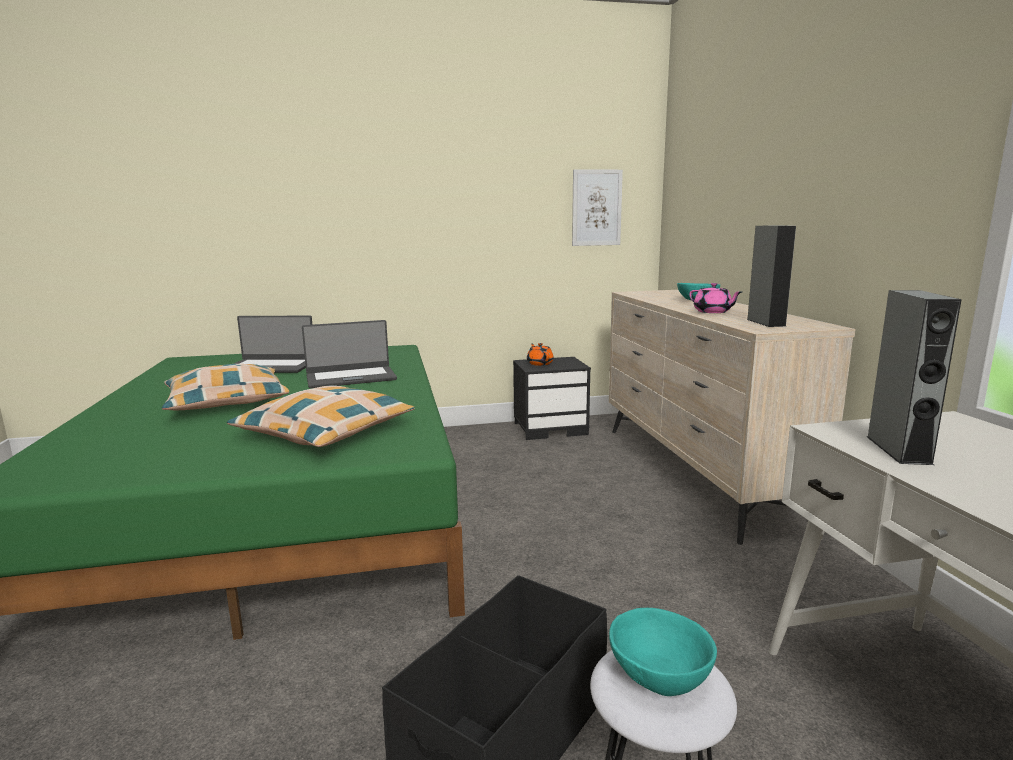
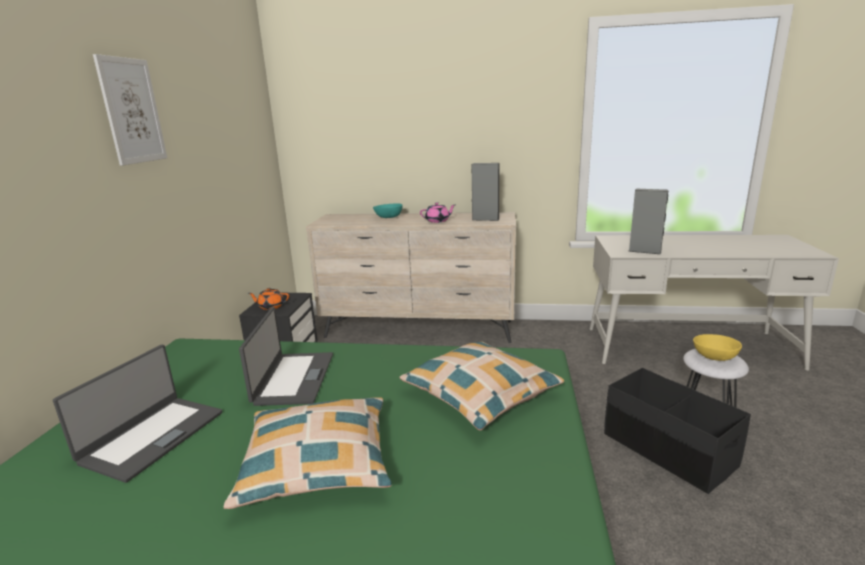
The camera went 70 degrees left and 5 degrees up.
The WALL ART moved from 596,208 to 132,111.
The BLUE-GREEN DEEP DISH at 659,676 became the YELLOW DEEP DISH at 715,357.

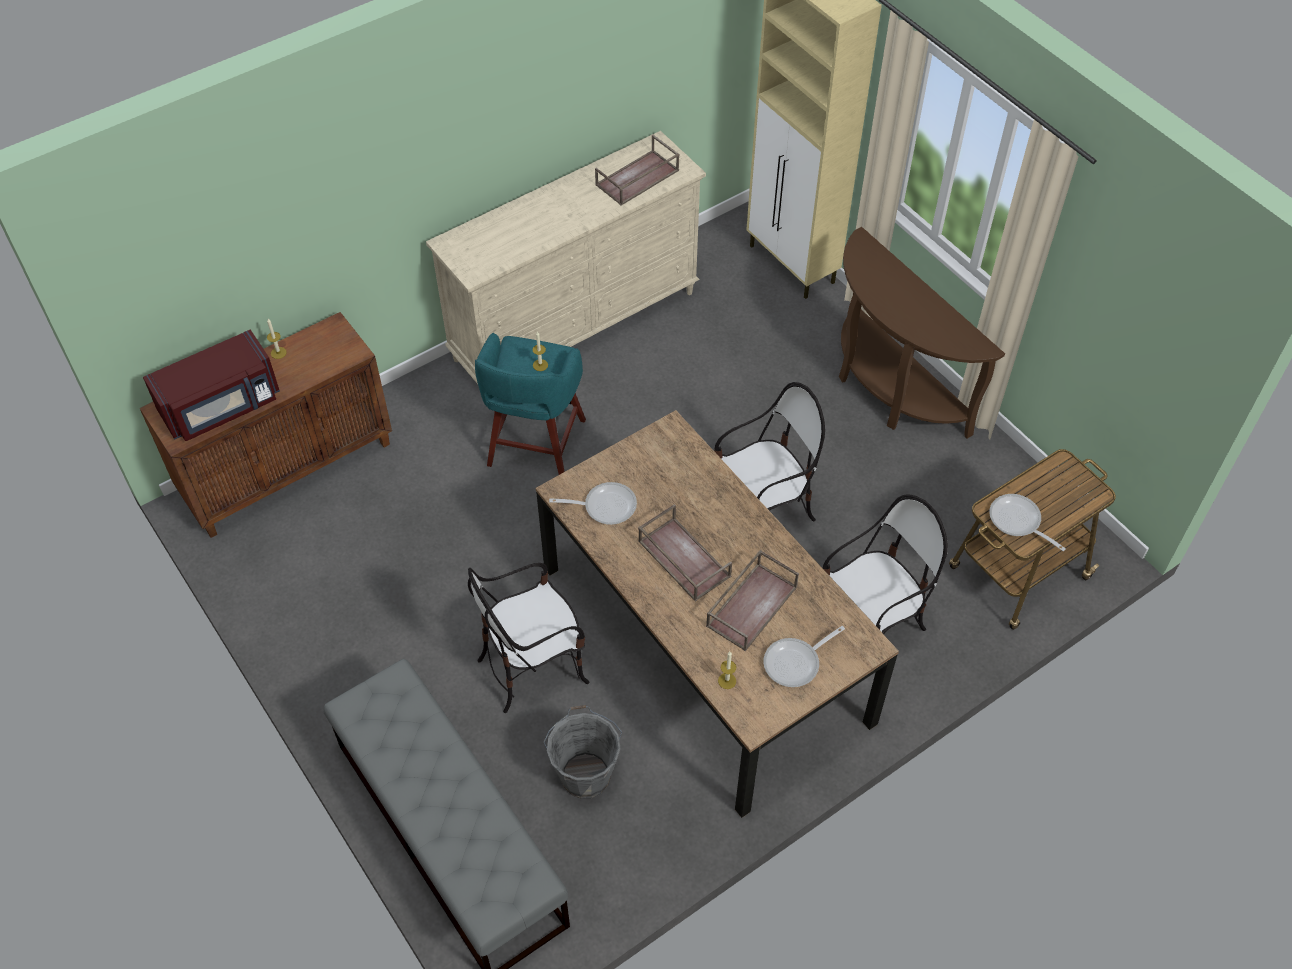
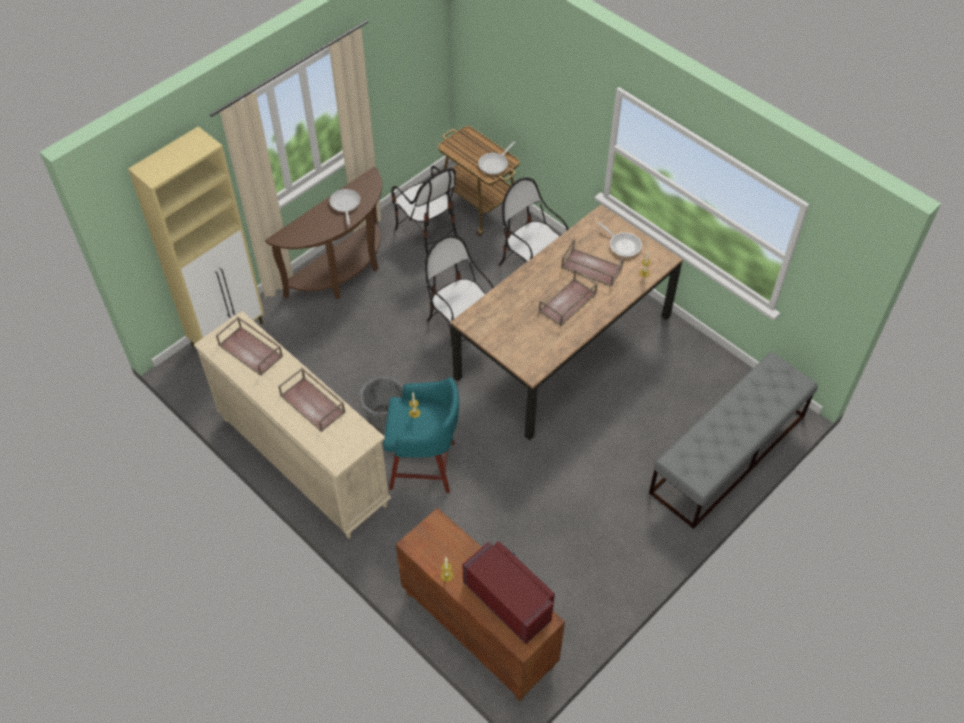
The camera went 100 degrees left and 0 degrees up.
The BROWN-COLOURED TRAY at 313,404 appeared.
The SKILLET moved from 605,506 to 345,205.
The GREYISH WATER BUCKET moved from 585,773 to 383,419.
The CHAIR moved from 533,666 to 427,233.

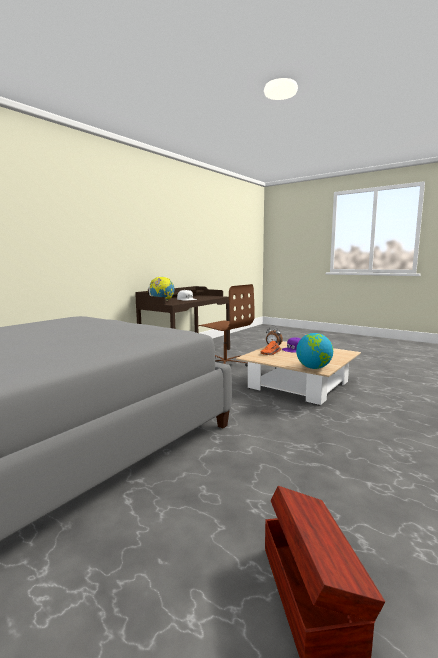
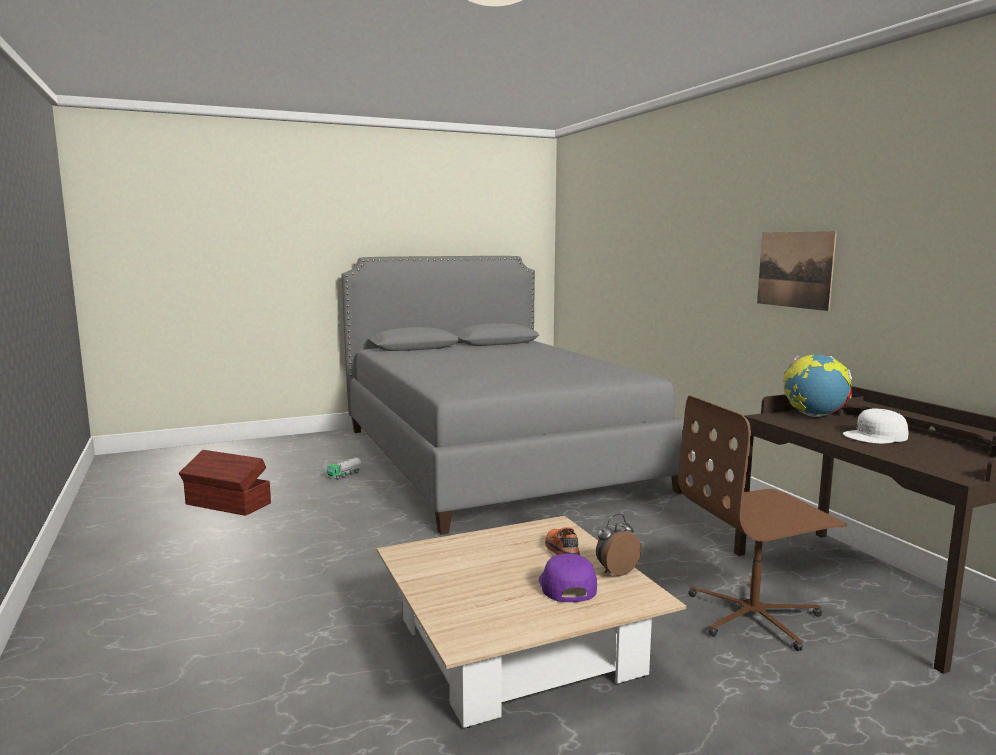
The camera went 120 degrees right and 0 degrees up.
The MODEL TRUCK at 344,475 appeared.
The WALL ART at 794,269 appeared.
The WORLD GLOBE at 314,368 disappeared.

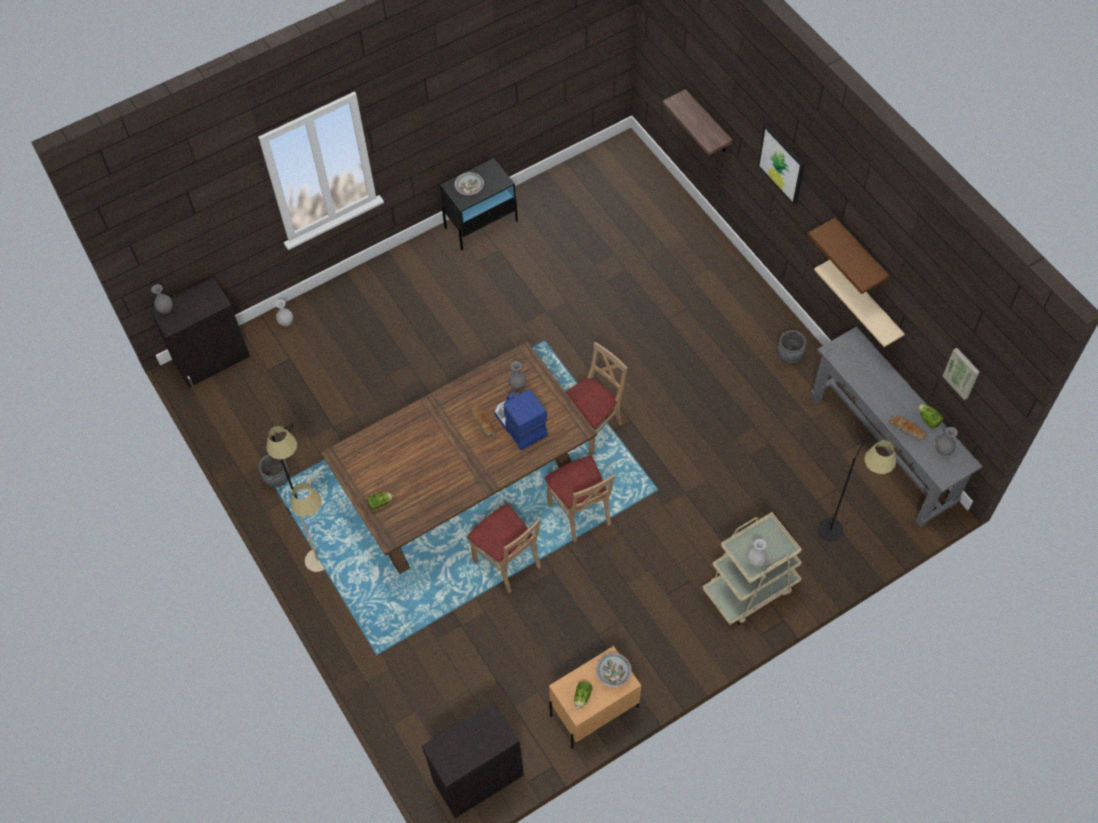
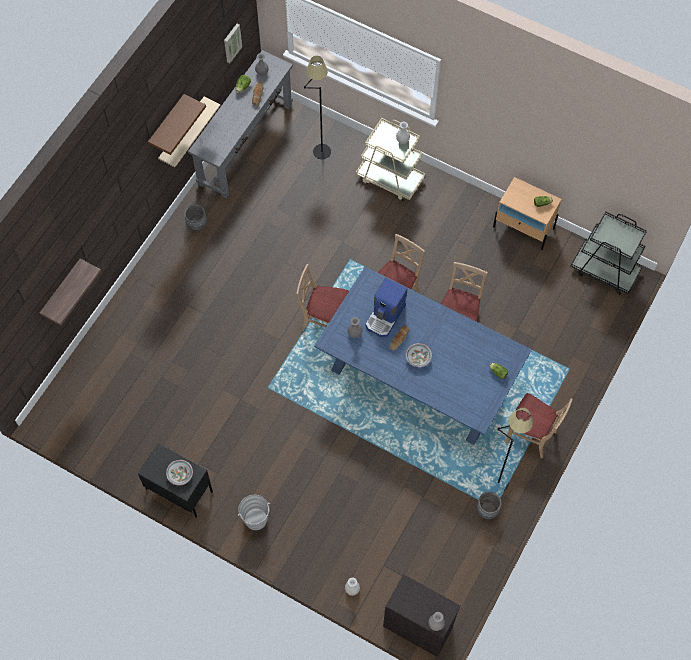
The camera went 120 degrees left and 5 degrees up.
The GREYISH WATER BUCKET at 256,520 appeared.
The BROWN-COLOURED DINNER TABLE at 465,489 became the BLUISH DINNER TABLE at 419,378.
The DEEP DISH moved from 613,673 to 418,358.
The BEIGE-COLOURED FLOOR LAMP at 326,567 was replaced by the BEIGE-COLOURED CHAIR at 531,435.
The BLACKISH CABINET at 477,777 was replaced by the BLACKISH TROLLEY at 605,270.
The WALL ART at 782,164 disappeared.

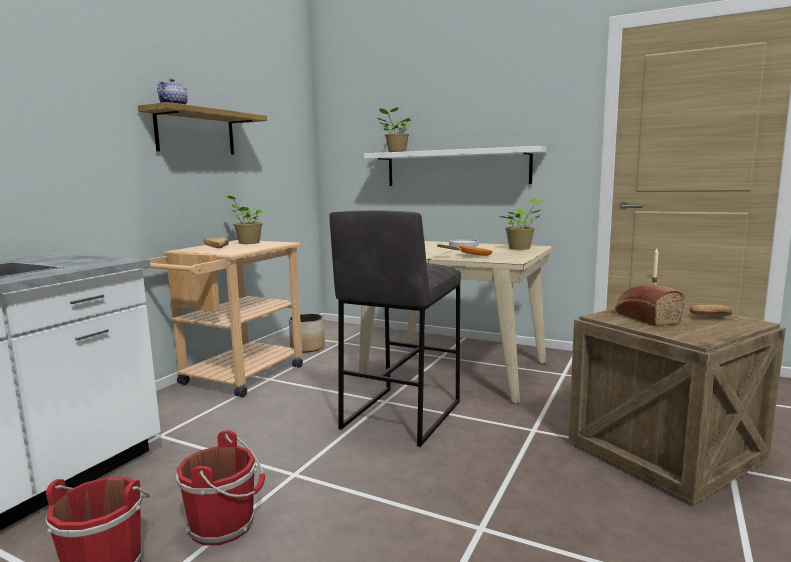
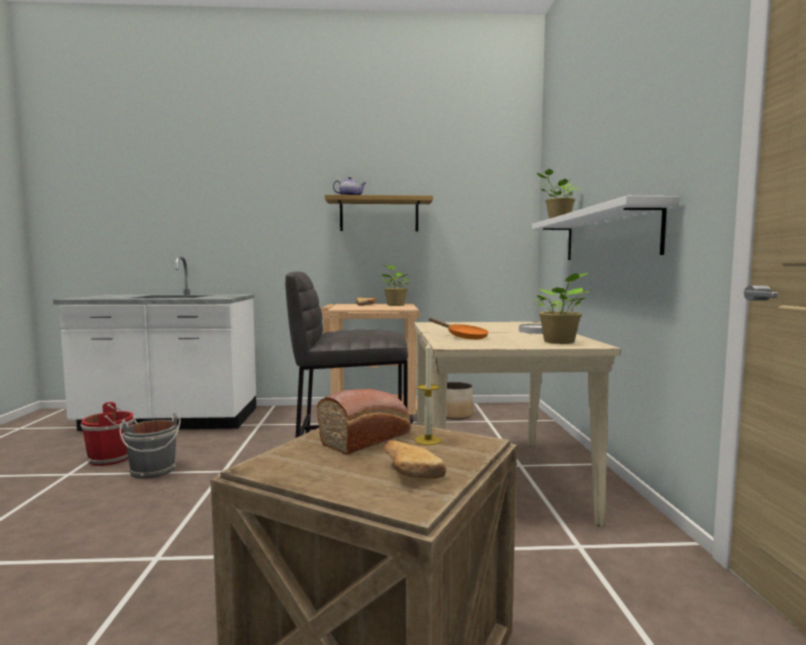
The camera went 60 degrees right and 5 degrees down.
The REDDISH WATER BUCKET at 225,525 became the GREYISH WATER BUCKET at 153,471.

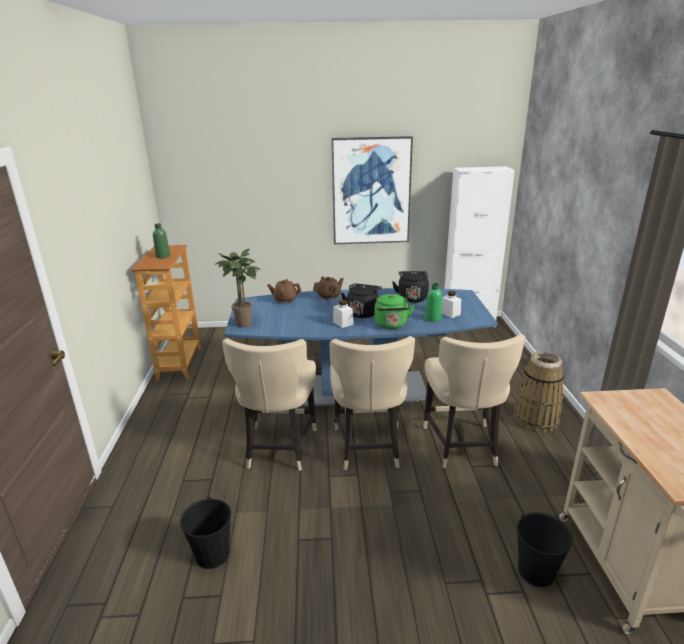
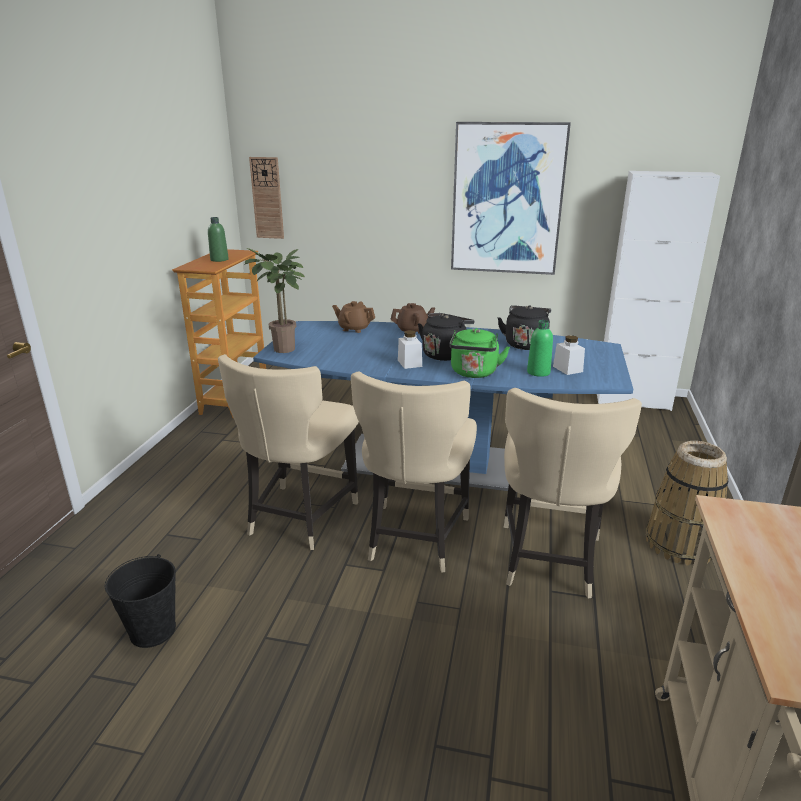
The camera went 15 degrees right and 0 degrees up.
The WALL CLOCK at 267,198 appeared.
The BLACKISH WATER BUCKET at 536,571 disappeared.

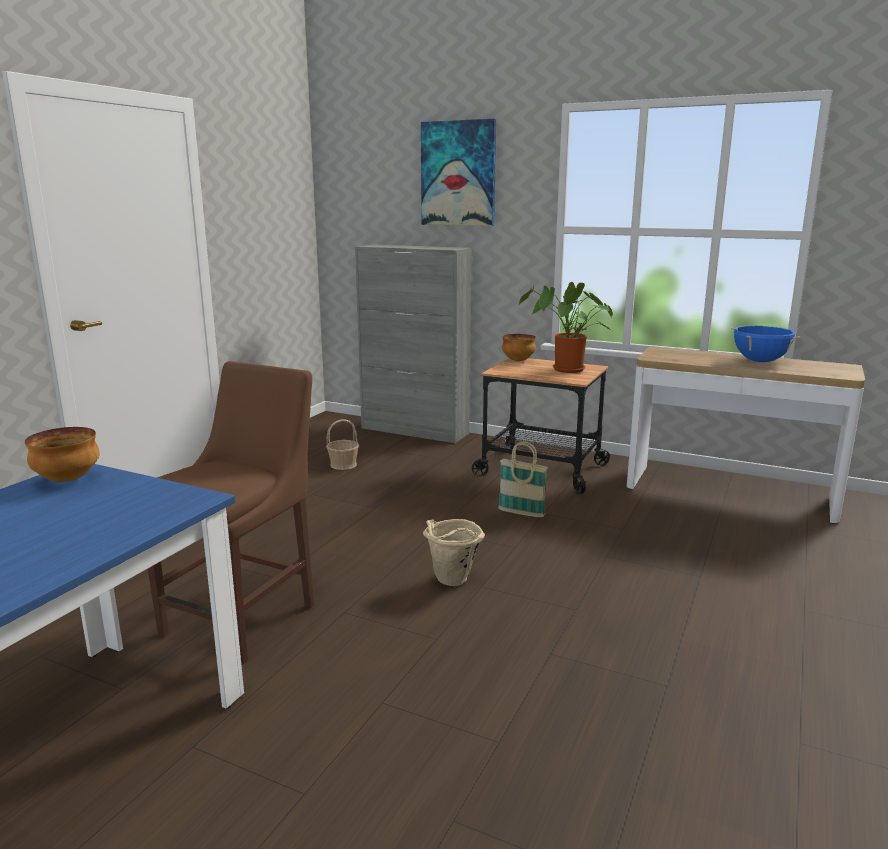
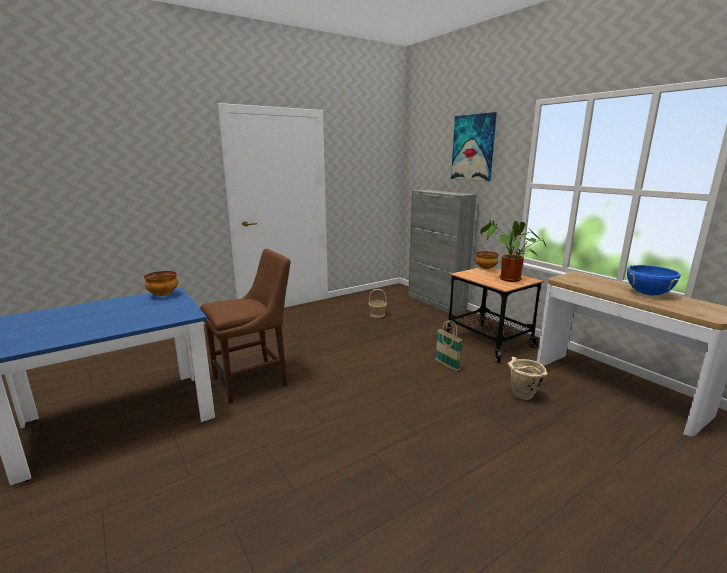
The camera went 30 degrees right and 0 degrees up.
The BEIGE-COLOURED WATER BUCKET moved from 451,582 to 522,397.

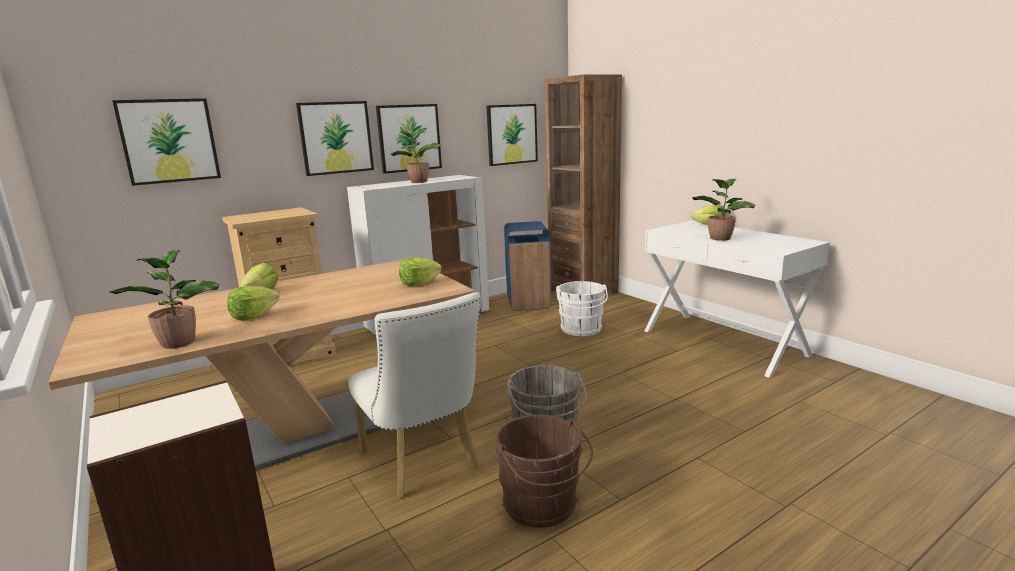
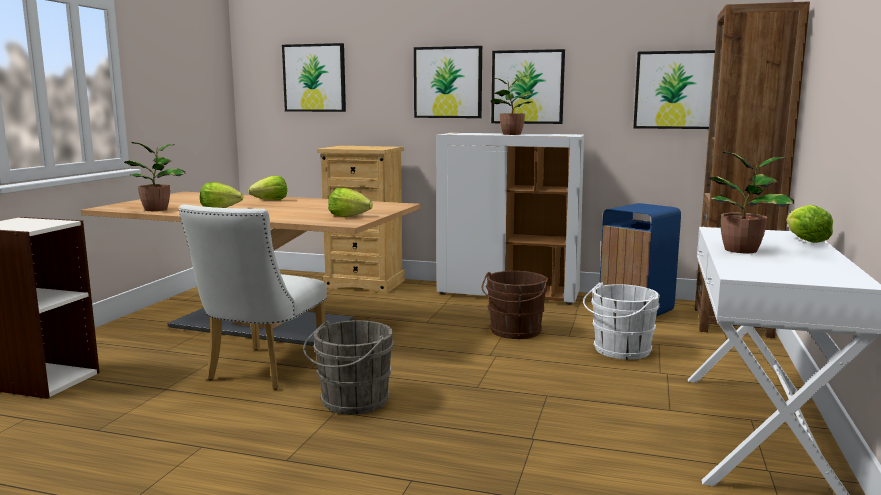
The camera went 50 degrees right and 5 degrees down.
The BROWN-COLOURED WATER BUCKET moved from 542,506 to 514,332.

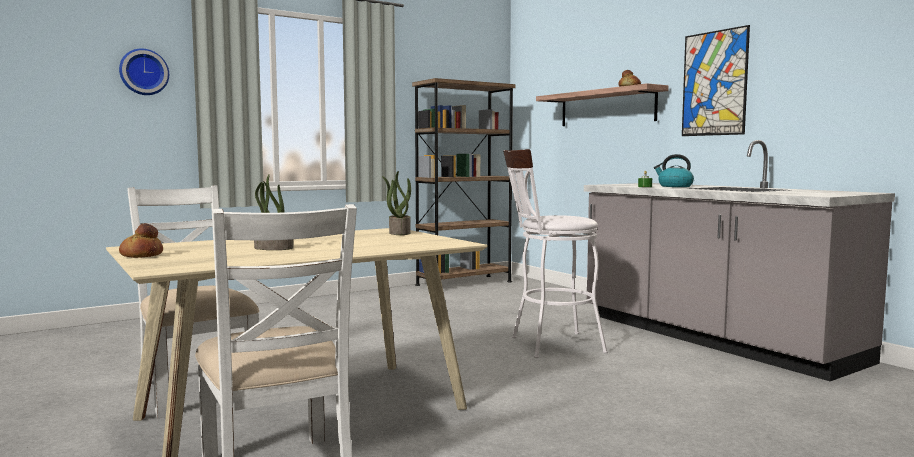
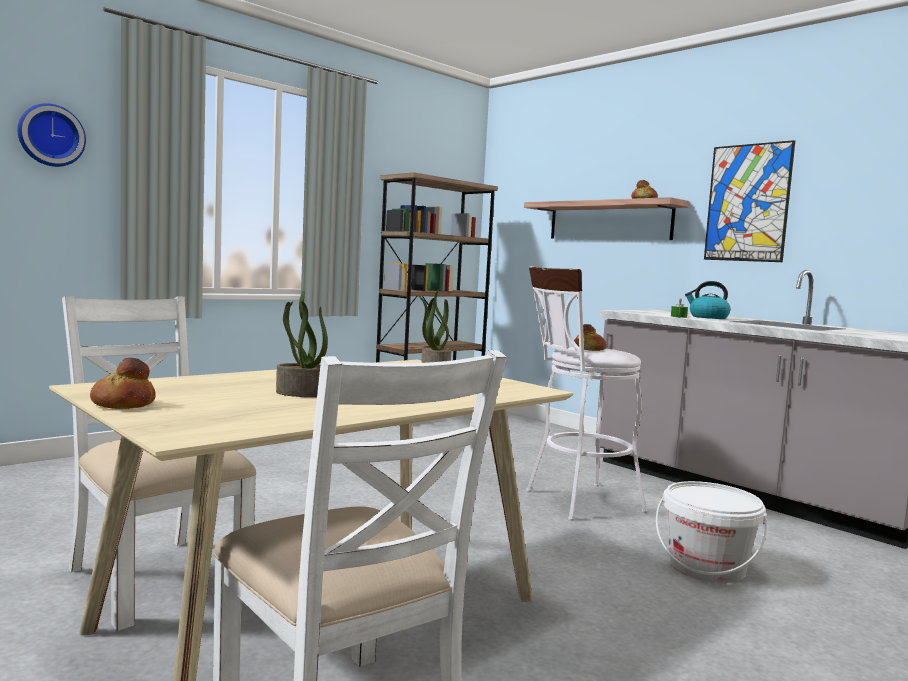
The camera went 10 degrees left and 0 degrees up.
The BAKERY BREAD at 589,349 appeared.
The WHITE-COLOURED WATER BUCKET at 706,567 appeared.

